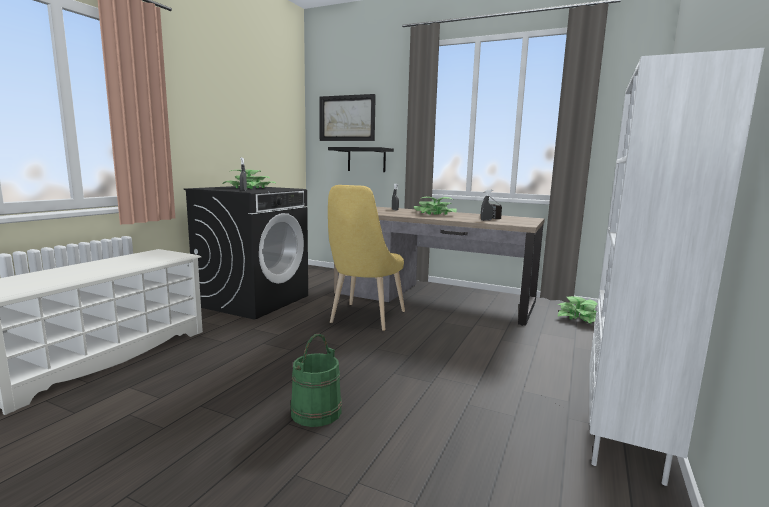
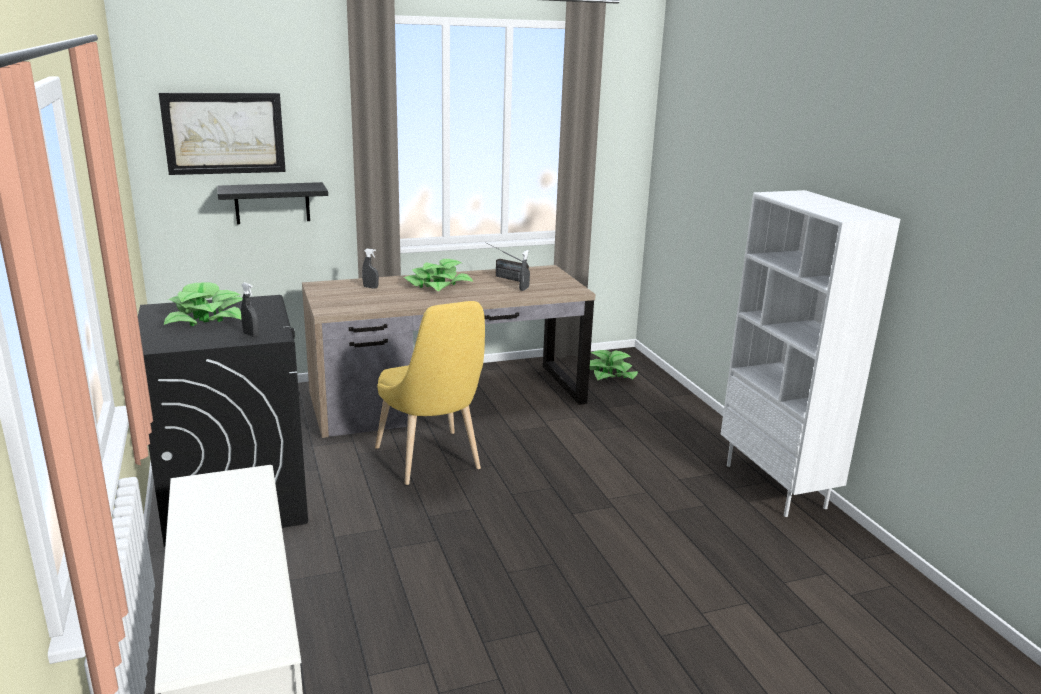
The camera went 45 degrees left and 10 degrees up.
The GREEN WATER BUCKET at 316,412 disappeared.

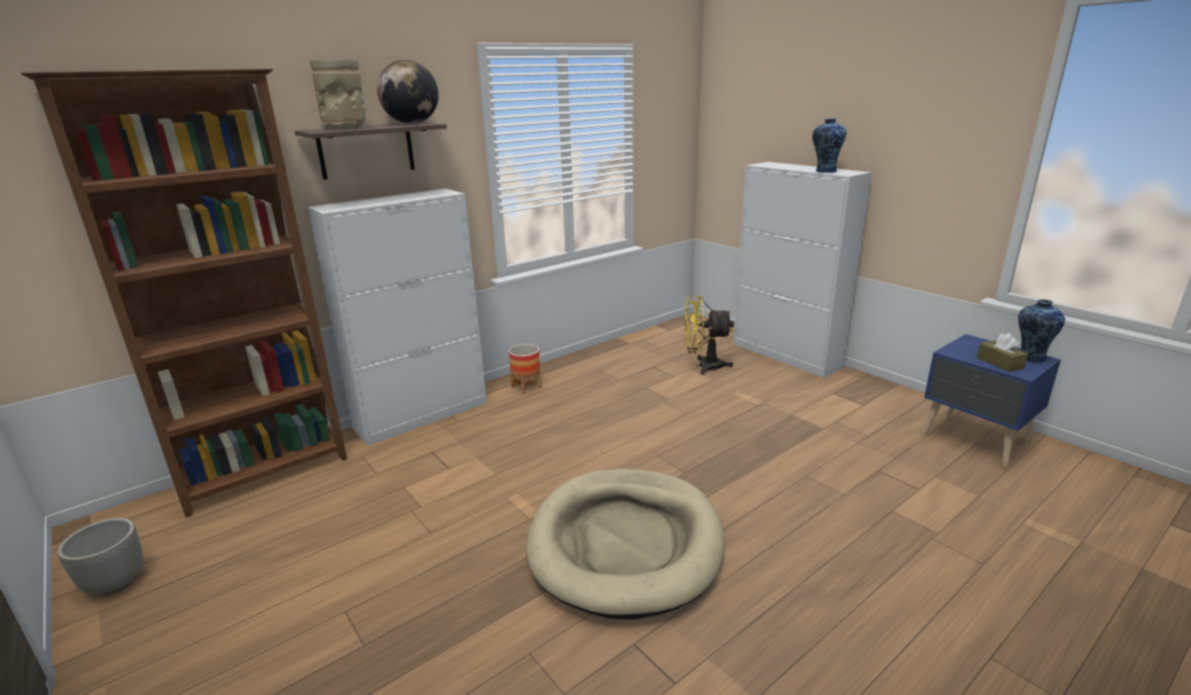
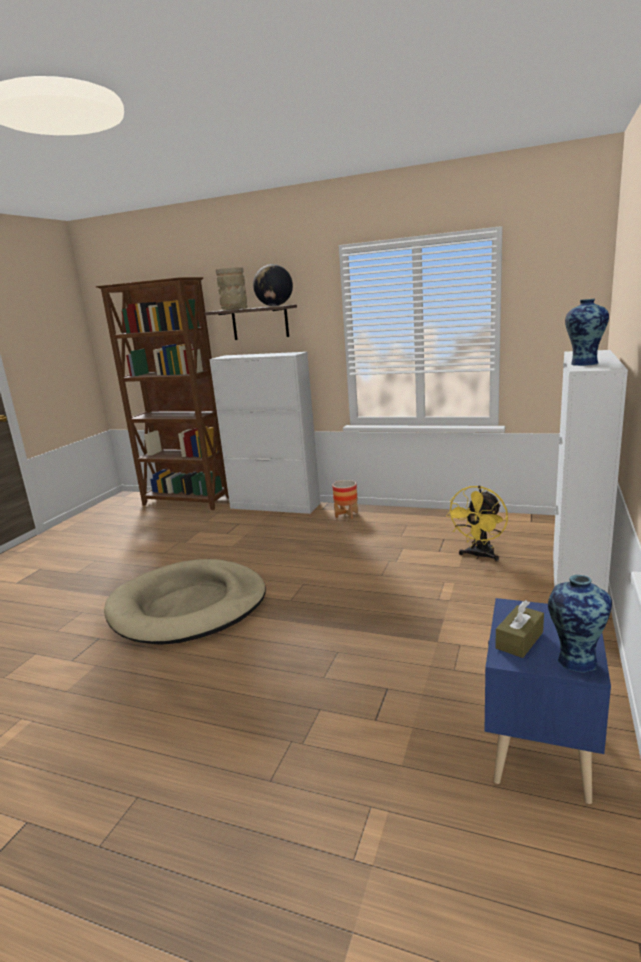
The camera went 60 degrees right and 5 degrees down.
The YELLOW COOLING FAN at 703,366 turned 120 degrees counterclockwise.
The FLOWER POT at 116,583 disappeared.

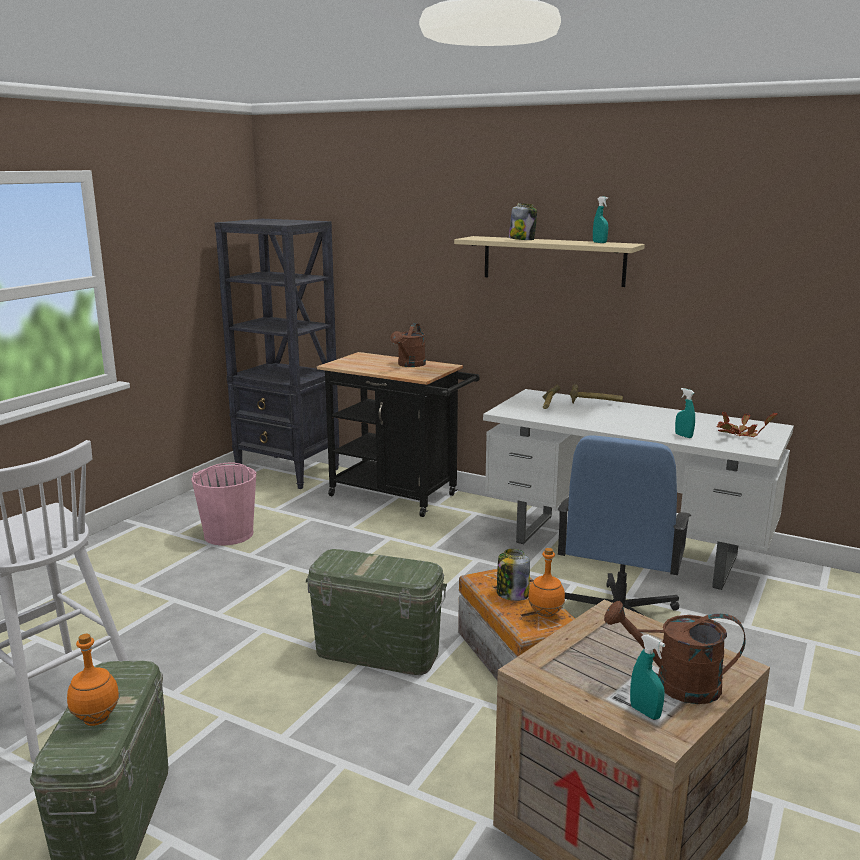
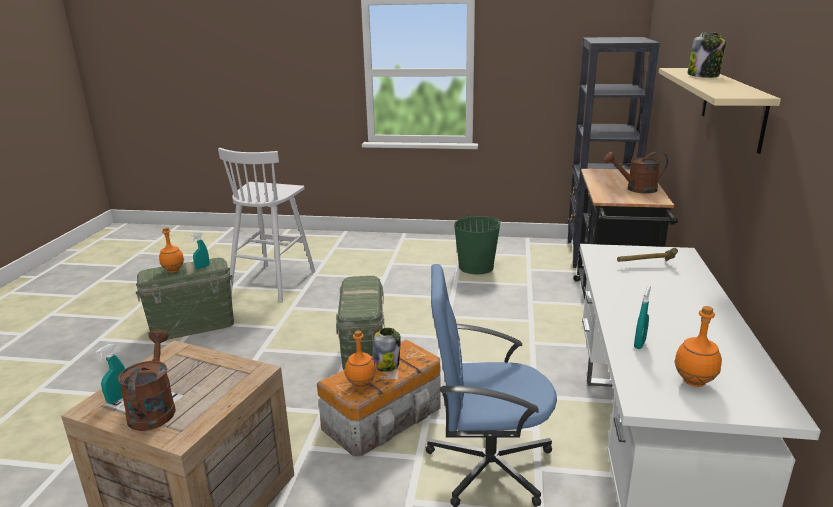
The camera went 70 degrees right and 5 degrees up.
The BLUE-GREEN HAND SPRAYER moved from 599,242 to 202,267.
The PINKISH WATER BUCKET at 229,534 became the GREEN WATER BUCKET at 476,267.
The POTTED PLANT at 738,435 was replaced by the ORANGE BEVERAGE BOTTLE at 694,382.
The HAMMER at 595,404 disappeared.

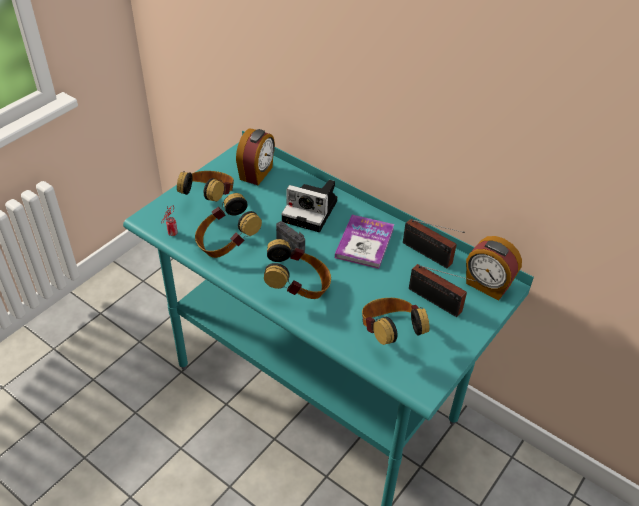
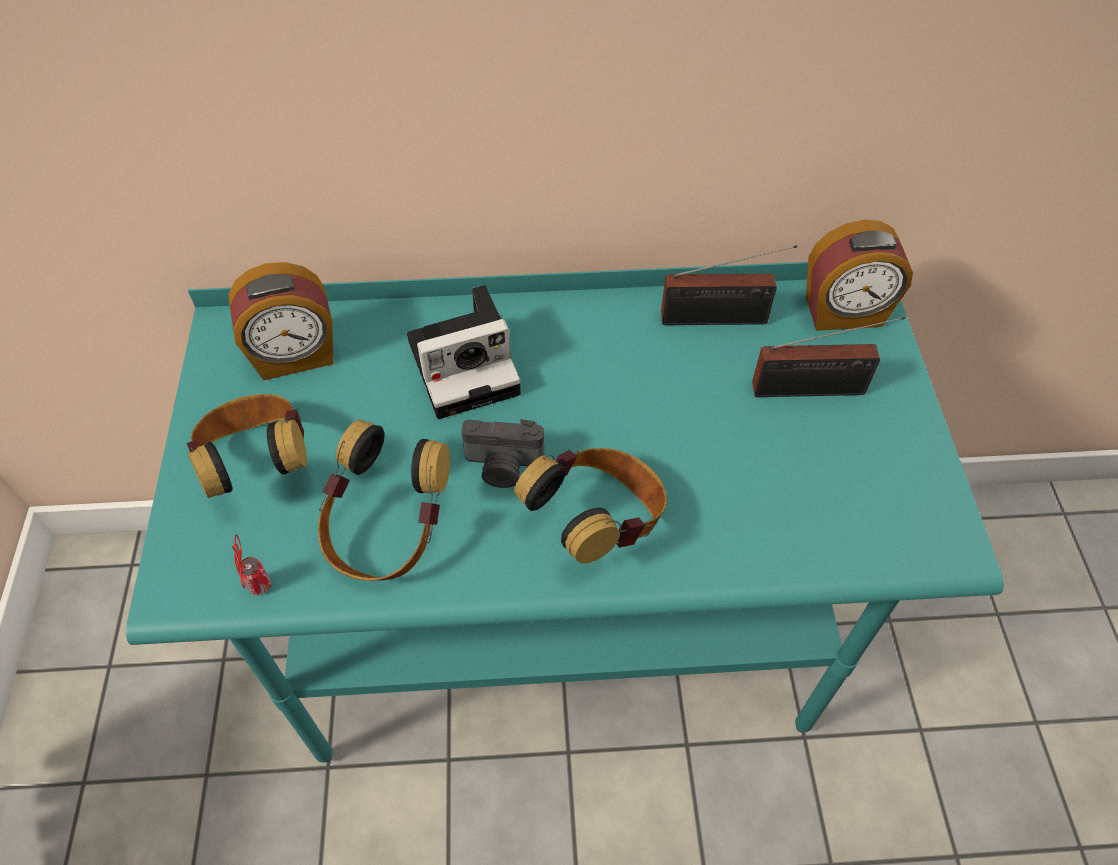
The camera went 40 degrees left and 10 degrees up.
The TABLE CLOCK at 257,173 turned 90 degrees clockwise.
The BOOK at 364,243 disappeared.
The HEADPHONES at 389,333 disappeared.

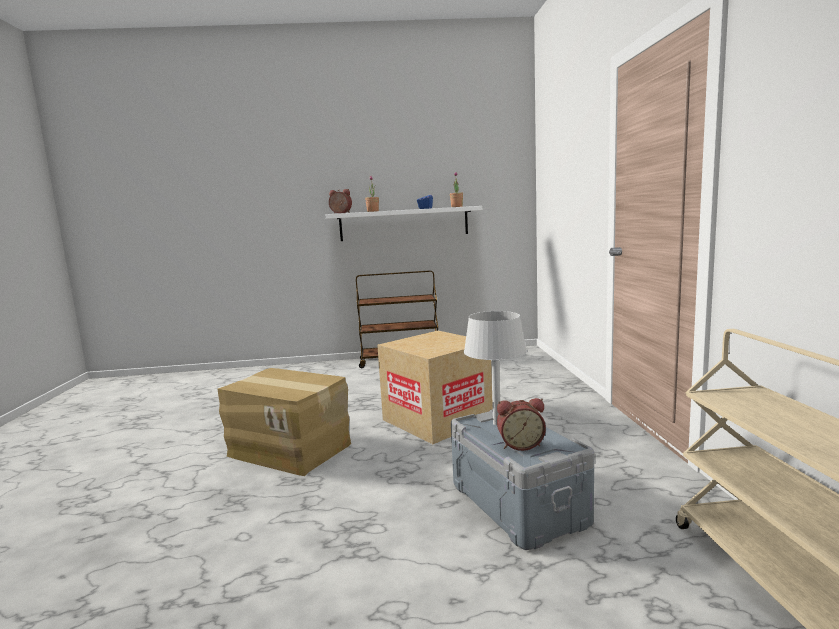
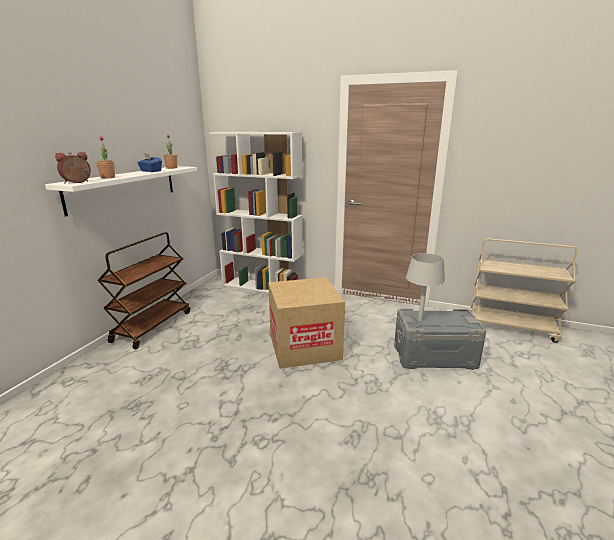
The camera went 65 degrees left and 10 degrees up.
The WHITE-COLOURED BOOKSHELF at 262,287 appeared.
The CARDBOARD BOX at 290,449 disappeared.
The TABLE CLOCK at 520,444 disappeared.

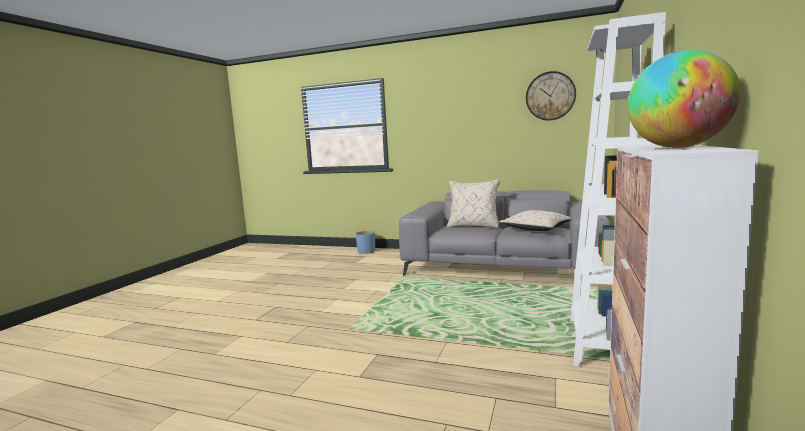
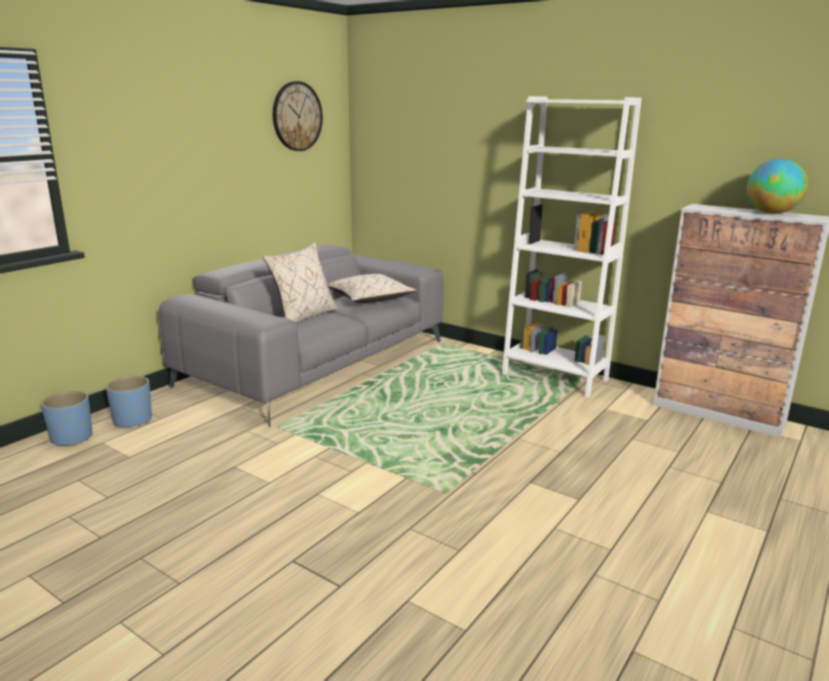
The camera went 75 degrees left and 10 degrees up.
The BLUISH FLOWER POT at 133,420 appeared.

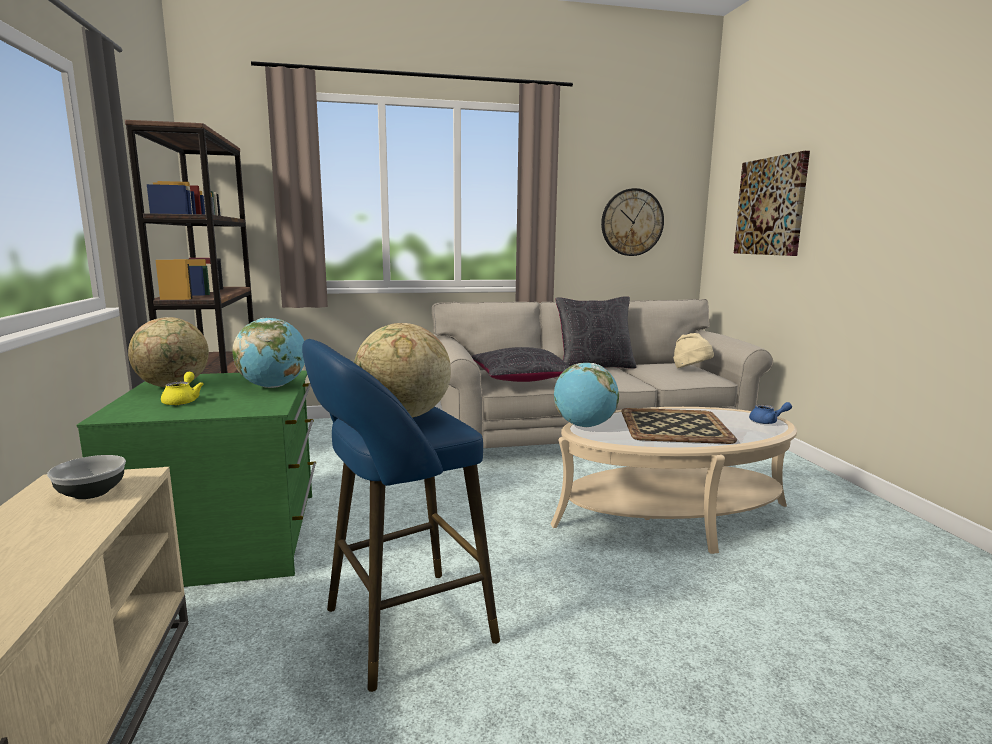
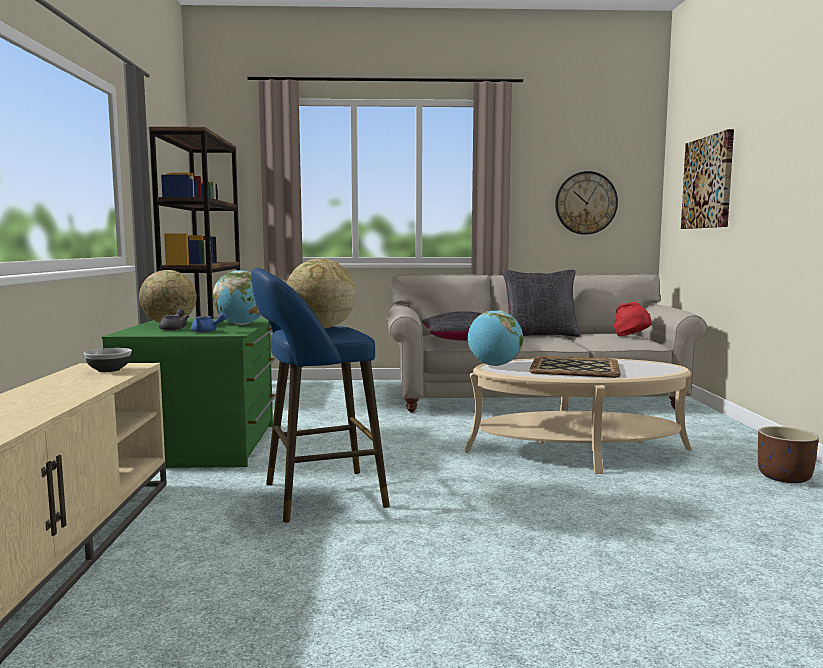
The camera went 10 degrees right and 5 degrees down.
The YELLOW TEA POT at 183,401 became the GREYISH TEA POT at 174,329.
The BLUISH TEA POT moved from 767,422 to 207,331.
The BEIGE-COLOURED HAT at 691,370 became the REDDISH HAT at 631,337.
The BROWN-COLOURED FLOWER POT at 785,477 appeared.

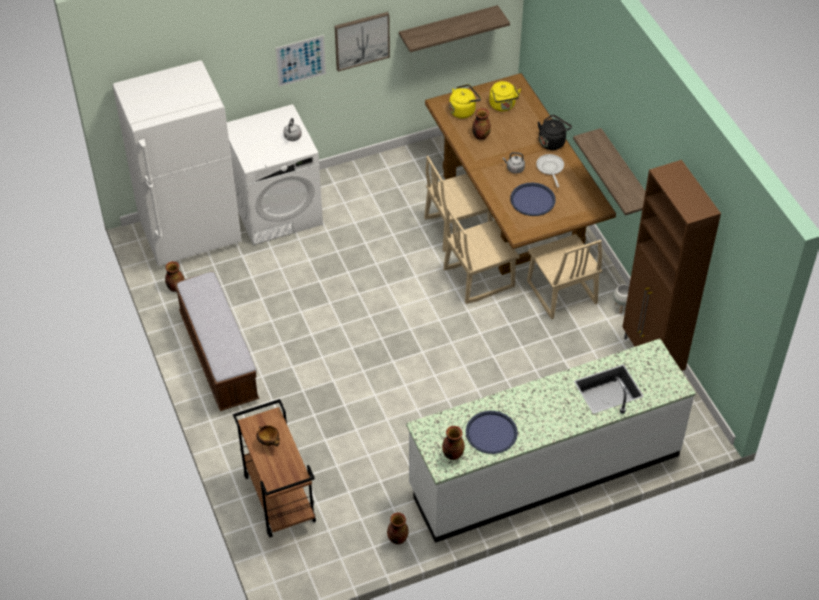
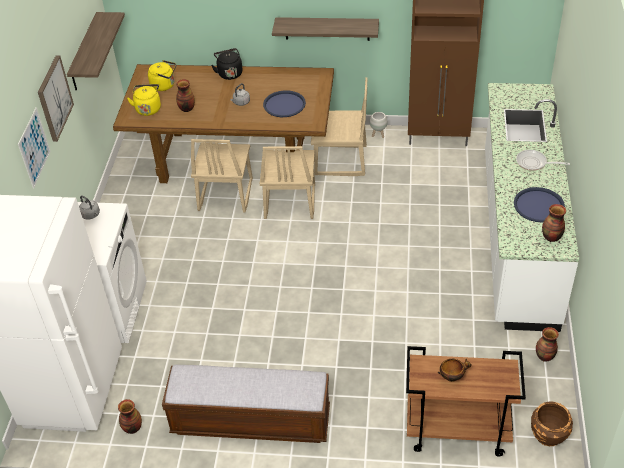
The camera went 60 degrees left and 5 degrees down.
The SKILLET moved from 550,169 to 534,163.
The BROWN-COLOURED FLOWER POT at 548,435 appeared.

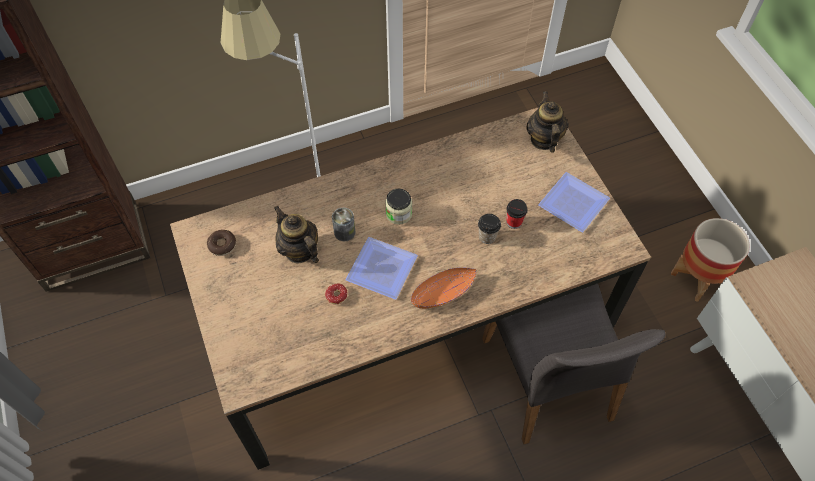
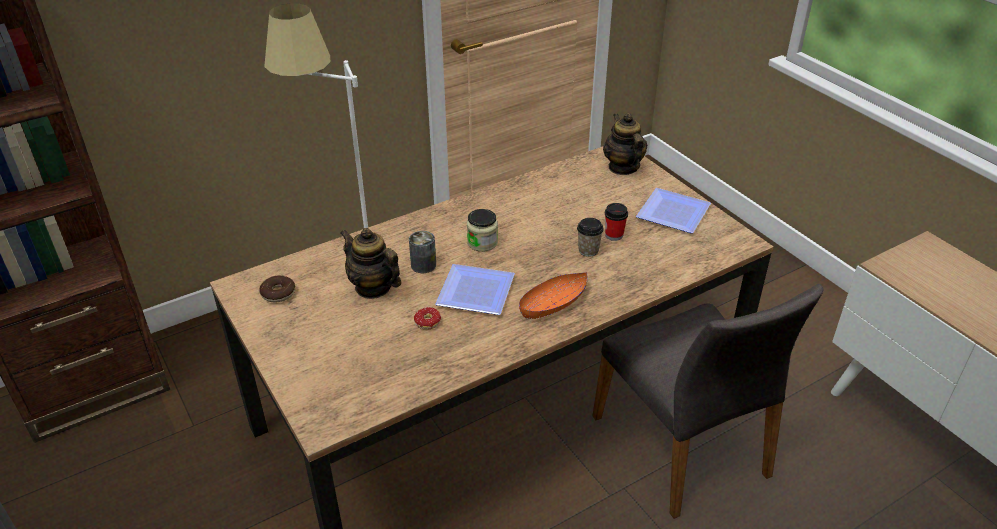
The camera went 10 degrees left and 20 degrees down.
The FLOWER POT at 697,278 disappeared.

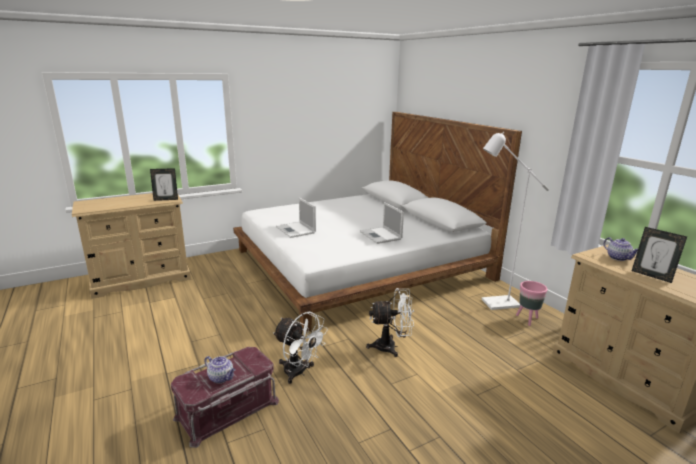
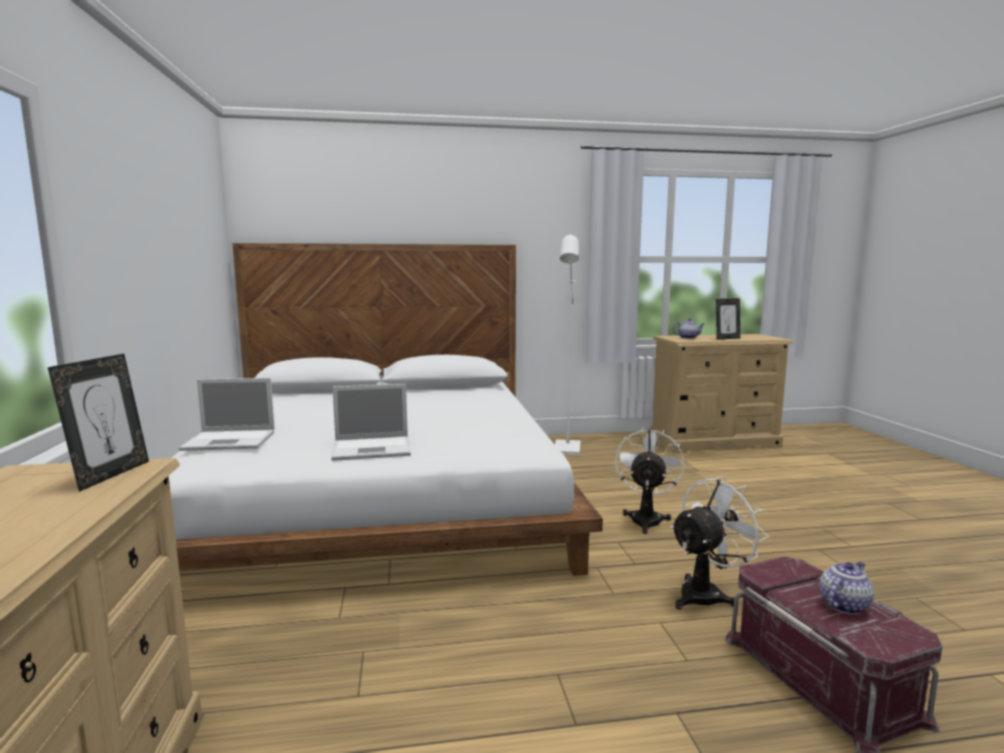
The camera went 70 degrees left and 10 degrees down.
The LAPTOP moved from 381,236 to 231,441.
The PINKISH FLOWER POT at 528,319 disappeared.

